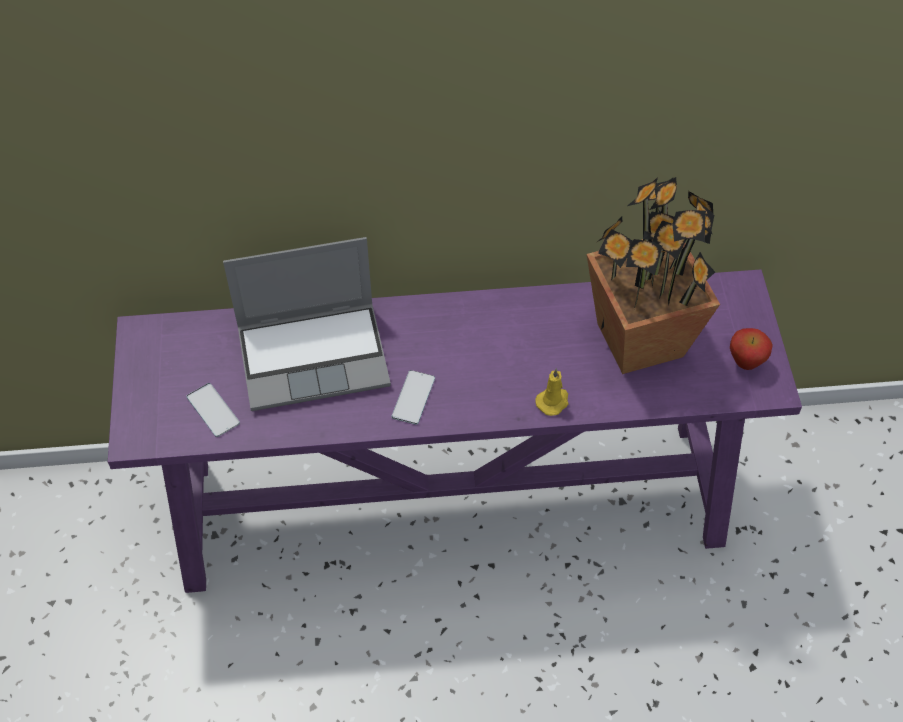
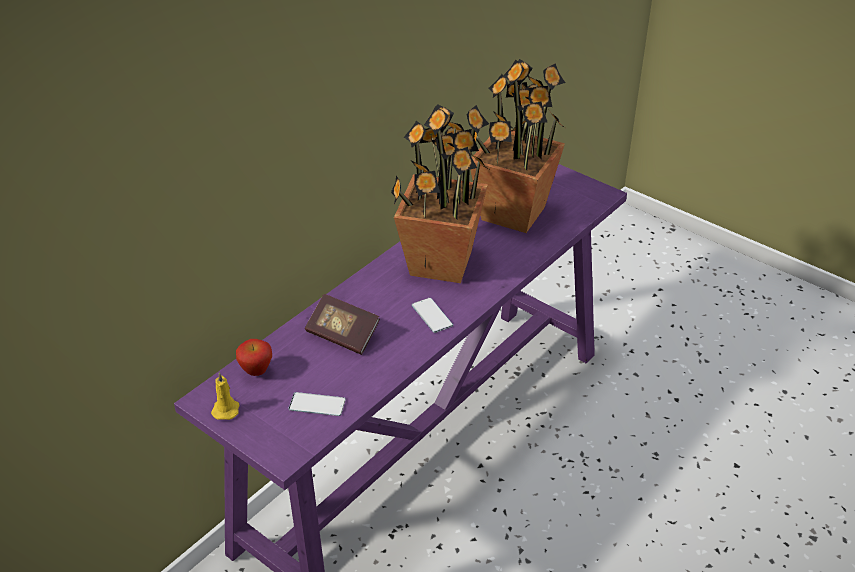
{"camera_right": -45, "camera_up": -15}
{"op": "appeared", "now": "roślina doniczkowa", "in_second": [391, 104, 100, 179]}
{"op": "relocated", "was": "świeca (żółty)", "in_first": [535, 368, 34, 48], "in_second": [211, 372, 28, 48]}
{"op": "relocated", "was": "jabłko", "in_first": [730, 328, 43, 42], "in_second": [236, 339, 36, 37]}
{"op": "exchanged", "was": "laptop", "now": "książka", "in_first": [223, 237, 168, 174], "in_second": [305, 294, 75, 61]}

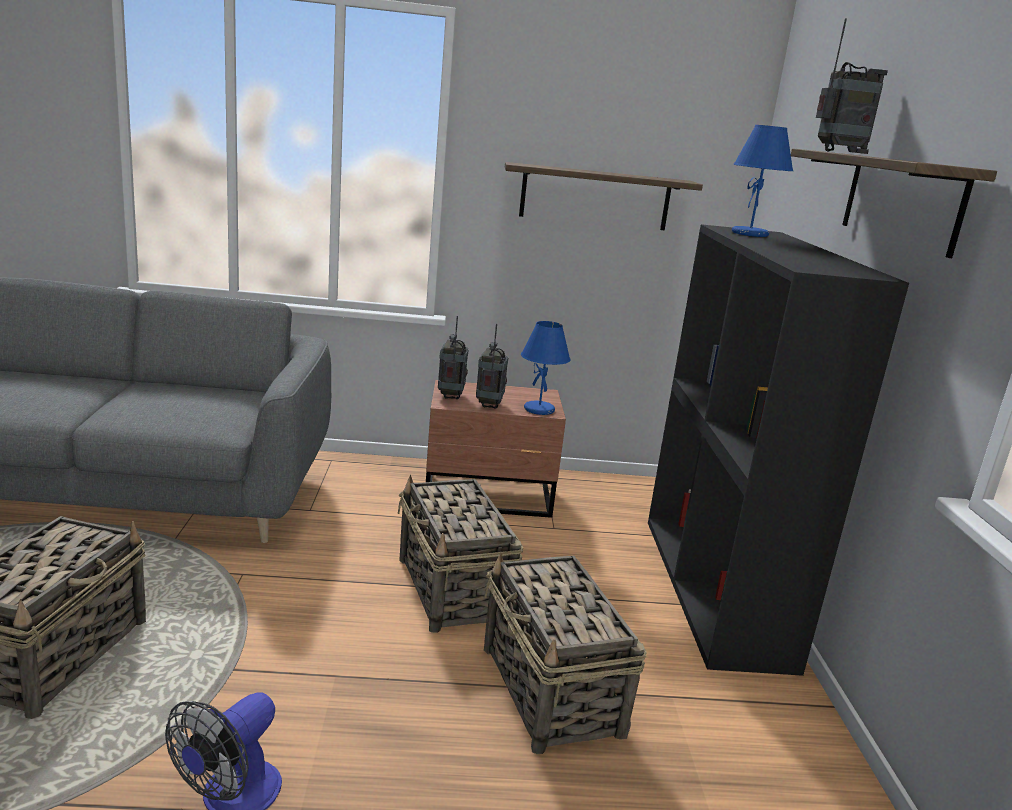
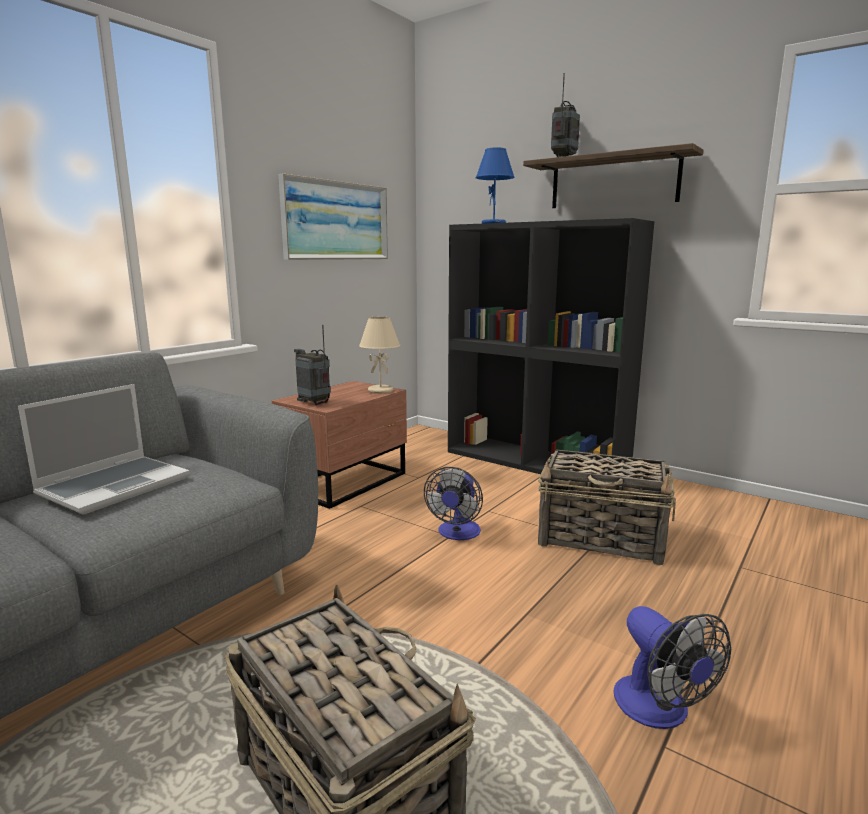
{"camera_right": -50, "camera_up": -5}
{"op": "missing", "was": "radio", "in_first": [476, 324, 32, 85]}
{"op": "appeared", "now": "laptop", "in_second": [18, 384, 172, 131]}
{"op": "exchanged", "was": "koszyk", "now": "wentylator", "in_first": [398, 475, 125, 158], "in_second": [424, 467, 59, 73]}
{"op": "exchanged", "was": "półka", "now": "obraz", "in_first": [505, 162, 198, 69], "in_second": [278, 174, 110, 86]}
{"op": "colour", "was": "lampa stołowa (niebieski)", "now": "lampa stołowa (beżowy)", "in_first": [521, 321, 49, 94], "in_second": [359, 317, 41, 77]}

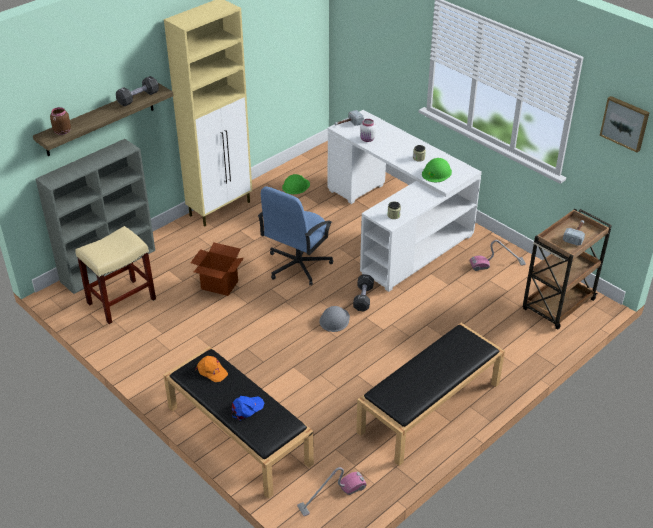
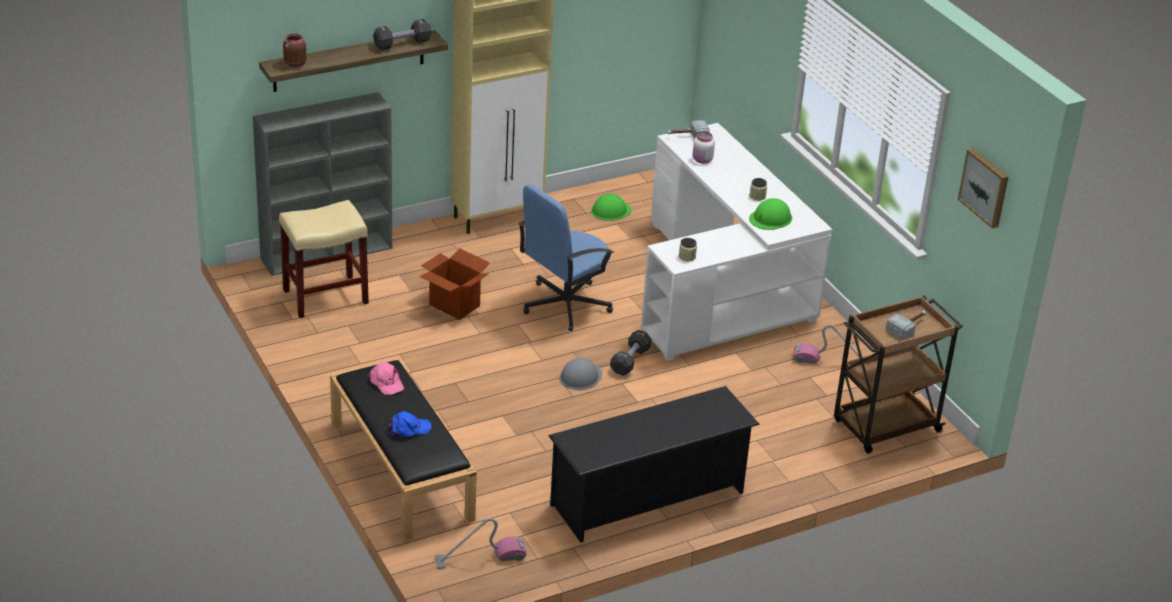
{"camera_right": 15, "camera_up": -5}
{"op": "exchanged", "was": "ławka (czarny)", "now": "regał na buty (czarny)", "in_first": [356, 323, 149, 143], "in_second": [549, 386, 211, 157]}
{"op": "colour", "was": "czapka z daszkiem (pomarańczowy)", "now": "czapka z daszkiem (różowy)", "in_first": [195, 356, 33, 26], "in_second": [368, 362, 36, 33]}

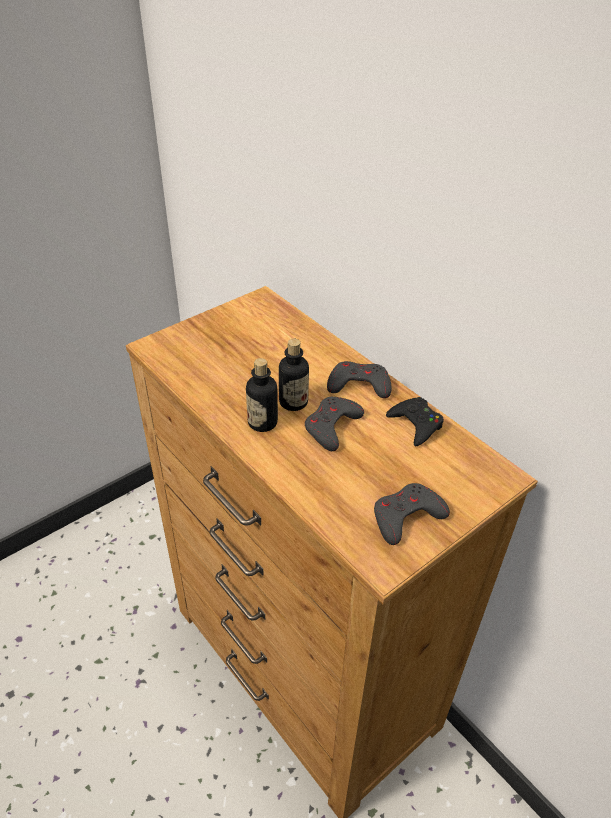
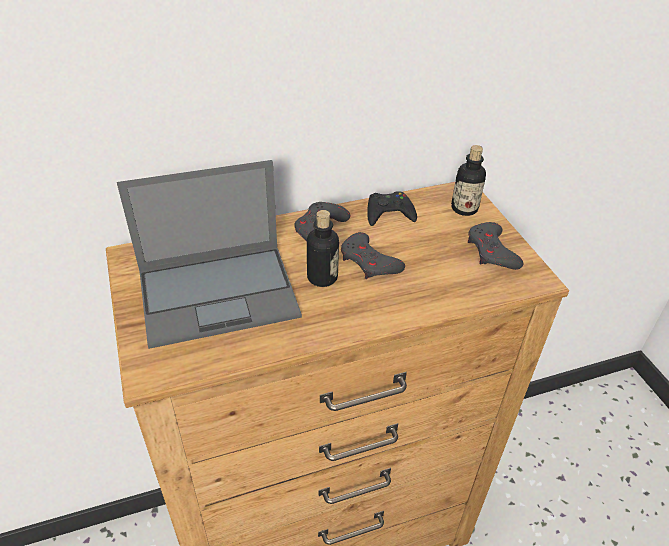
{"camera_right": -70, "camera_up": 0}
{"op": "appeared", "now": "laptop", "in_second": [117, 160, 185, 189]}
{"op": "relocated", "was": "butelka", "in_first": [246, 358, 32, 74], "in_second": [451, 145, 35, 71]}

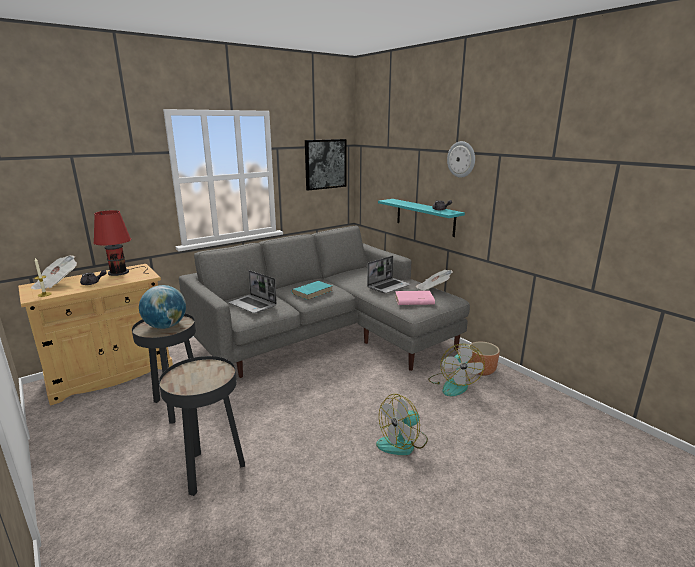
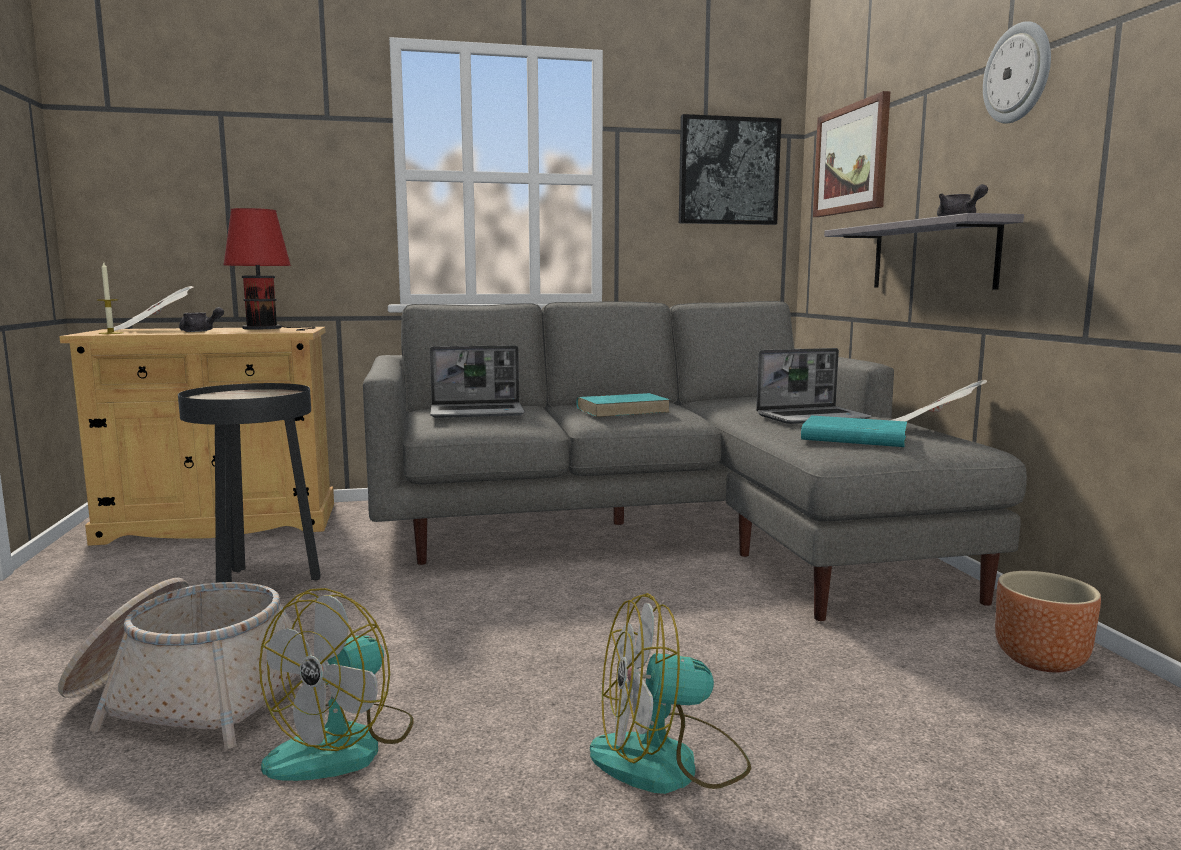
{"camera_right": 25, "camera_up": -10}
{"op": "missing", "was": "globus", "in_first": [139, 285, 47, 44]}
{"op": "appeared", "now": "obraz", "in_second": [813, 91, 77, 126]}
{"op": "relocated", "was": "wentylator", "in_first": [428, 344, 57, 52], "in_second": [259, 588, 155, 193]}
{"op": "exchanged", "was": "stolik (czarny)", "now": "koszyk", "in_first": [159, 356, 86, 140], "in_second": [58, 578, 241, 171]}
{"op": "colour", "was": "półka (turkusowy)", "now": "półka (szary)", "in_first": [378, 199, 87, 38], "in_second": [824, 213, 200, 76]}
{"op": "colour", "was": "książka (różowy)", "now": "książka (turkusowy)", "in_first": [395, 291, 40, 14], "in_second": [801, 415, 106, 32]}
{"op": "spun", "was": "laptop", "in_first": [229, 270, 48, 43], "in_second": [430, 345, 95, 73], "clockwise": -75}

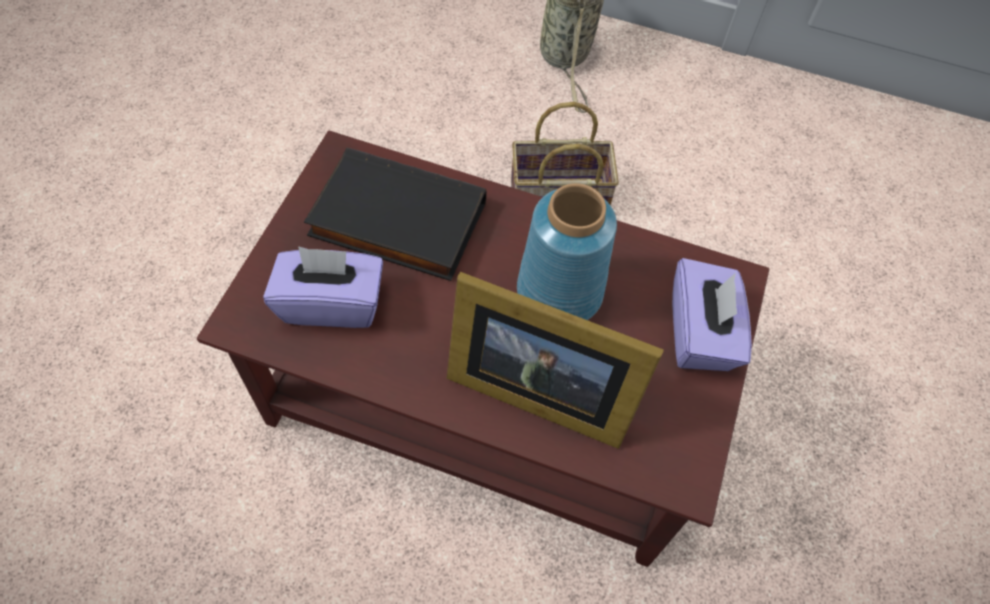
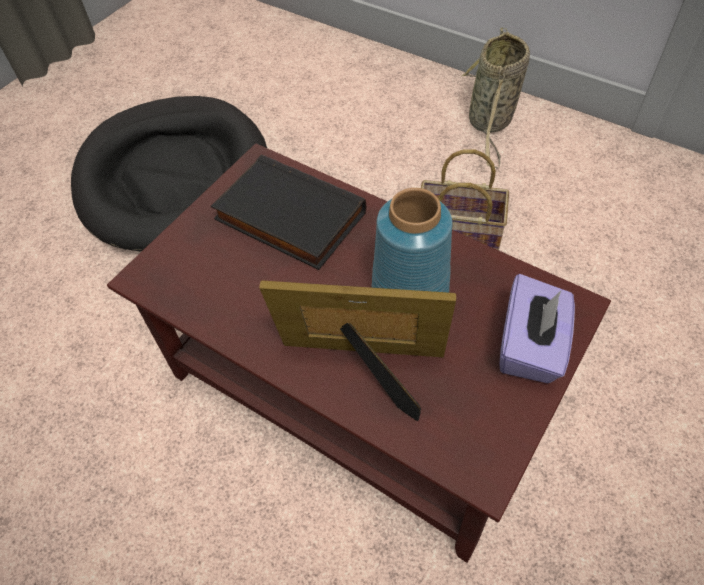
{"camera_right": 20, "camera_up": -5}
{"op": "missing", "was": "pudełko chusteczek (fioletowy)", "in_first": [263, 246, 120, 82]}
{"op": "appeared", "now": "legowisko (czarny)", "in_second": [71, 96, 196, 156]}
{"op": "spun", "was": "ramka na zdjęcie", "in_first": [447, 272, 217, 177], "in_second": [259, 281, 197, 140], "clockwise": 150}

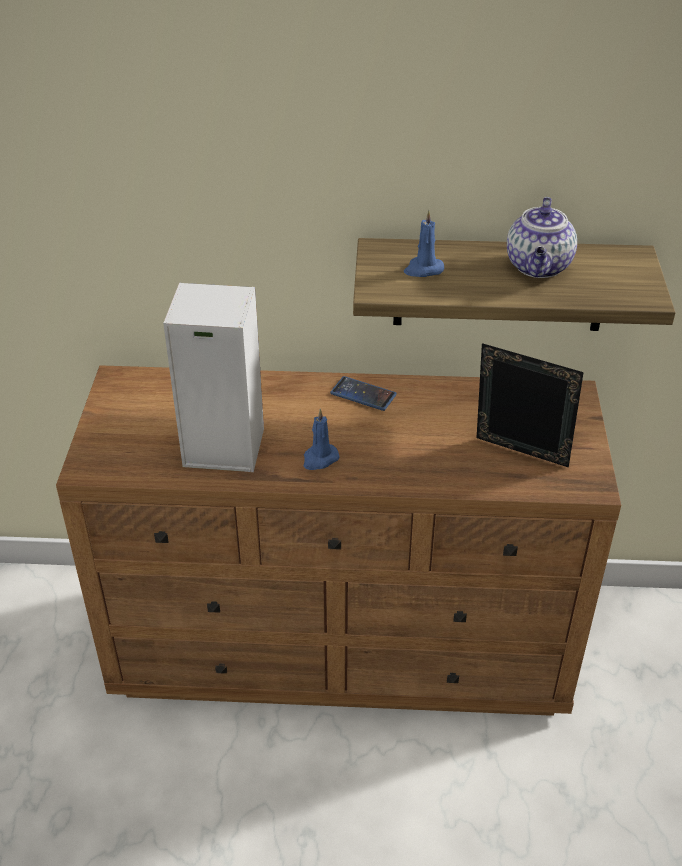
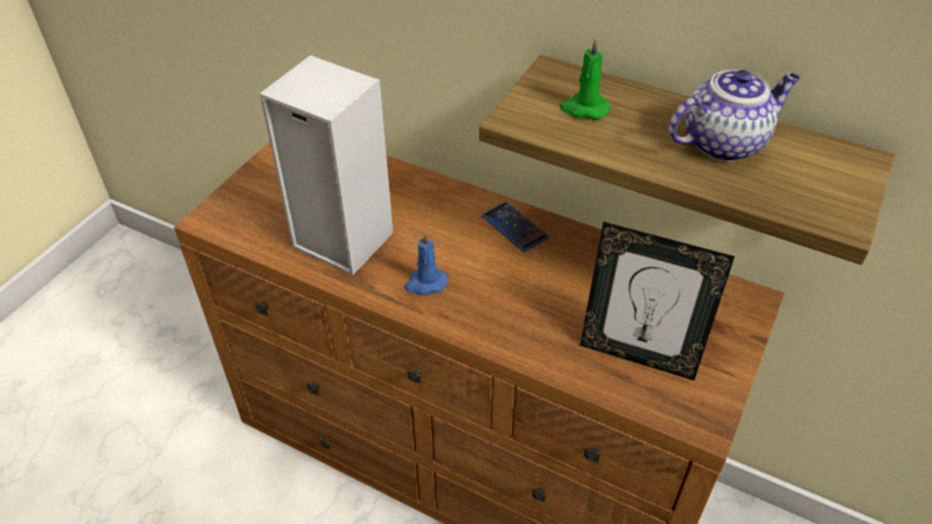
{"camera_right": 25, "camera_up": 5}
{"op": "colour", "was": "świeca (niebieski)", "now": "świeca (zielony)", "in_first": [404, 210, 40, 67], "in_second": [560, 38, 50, 81]}
{"op": "spun", "was": "ramka na zdjęcie", "in_first": [477, 343, 107, 124], "in_second": [580, 222, 155, 158], "clockwise": 150}
{"op": "spun", "was": "imbryk", "in_first": [507, 197, 70, 81], "in_second": [669, 69, 131, 93], "clockwise": -150}

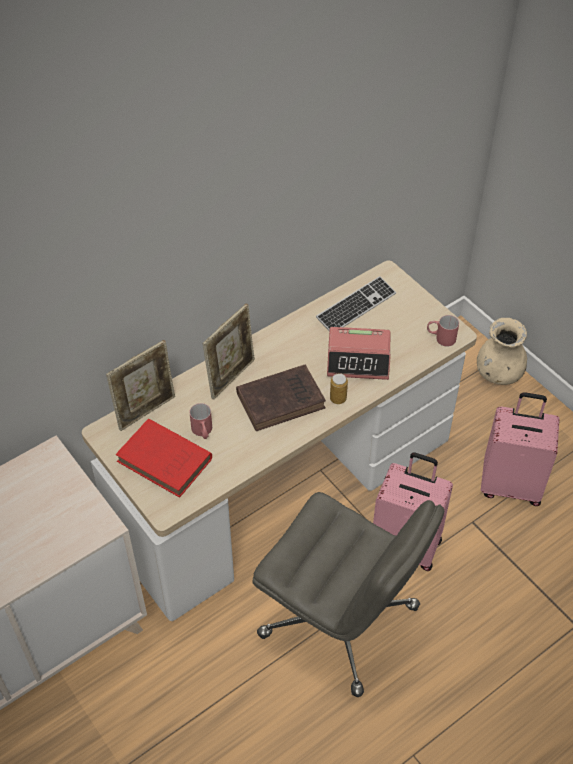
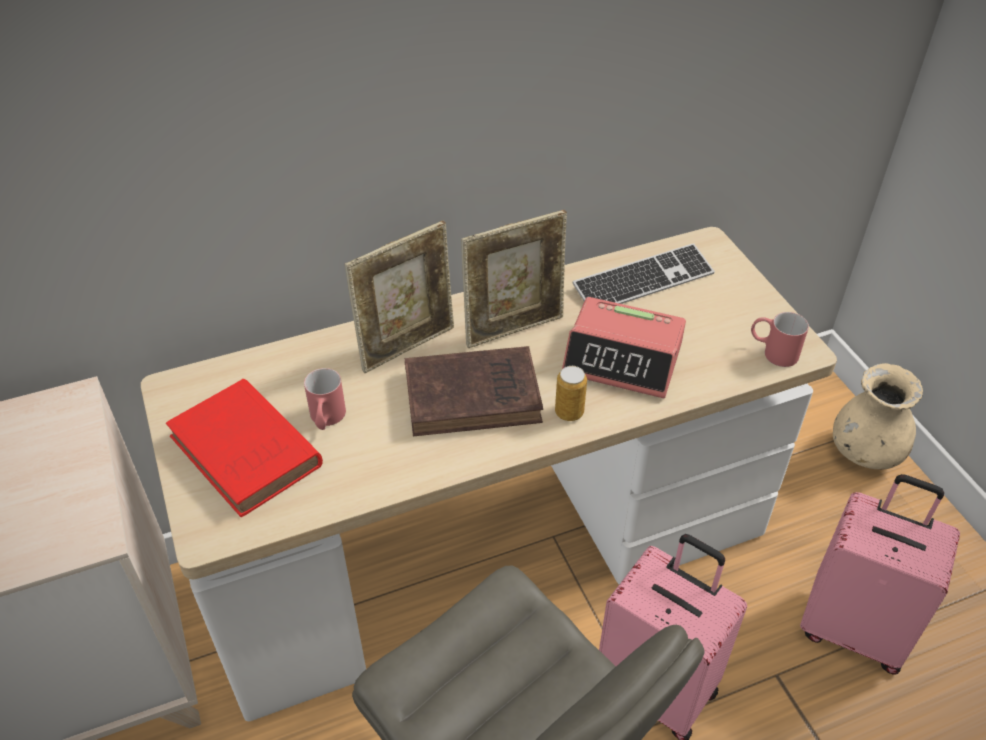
{"camera_right": 15, "camera_up": -5}
{"op": "relocated", "was": "ramka na zdjęcie", "in_first": [106, 340, 69, 91], "in_second": [461, 210, 106, 138]}

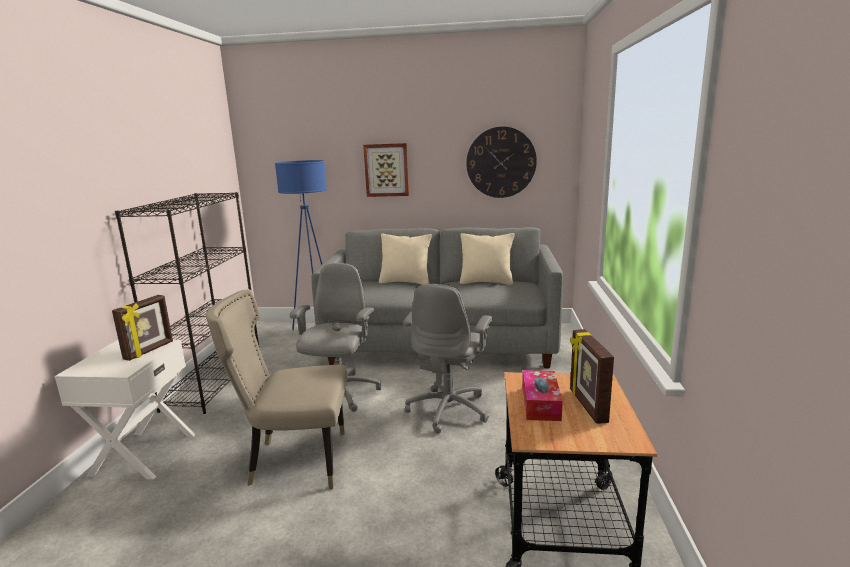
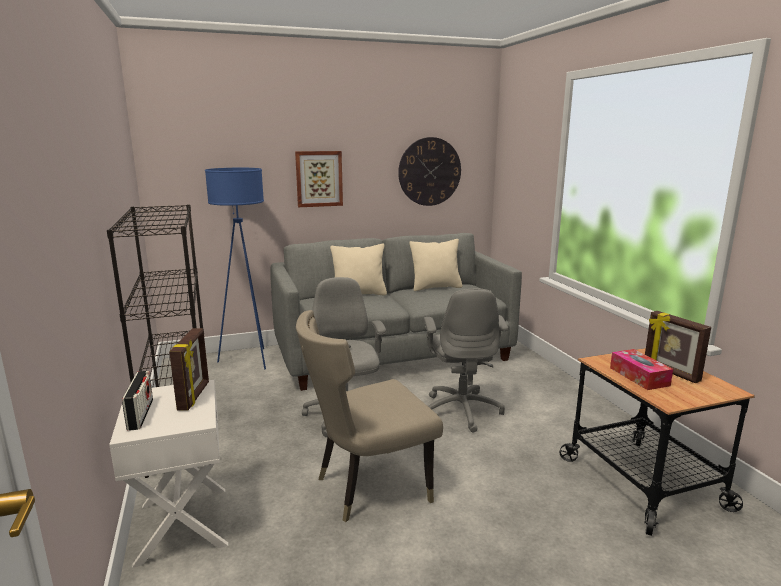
{"camera_right": -25, "camera_up": 0}
{"op": "appeared", "now": "radio", "in_second": [122, 371, 31, 60]}

